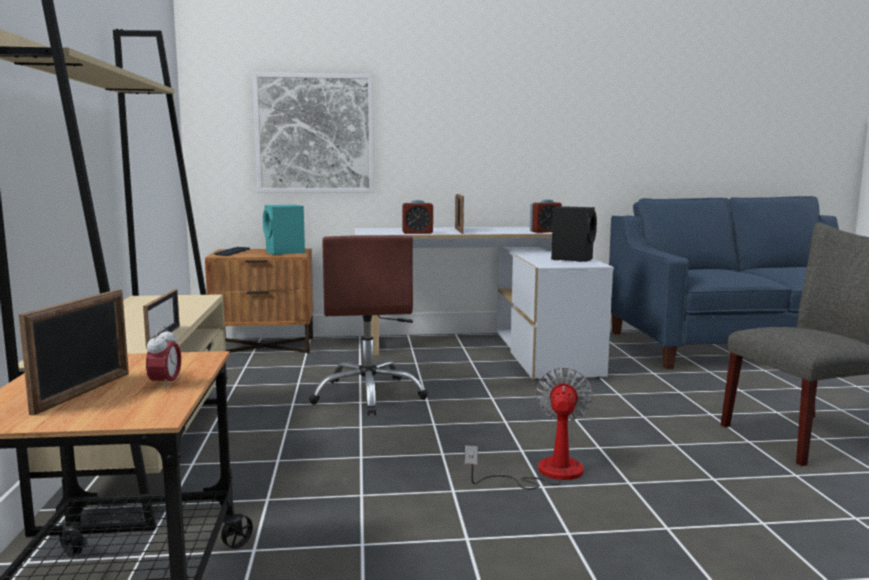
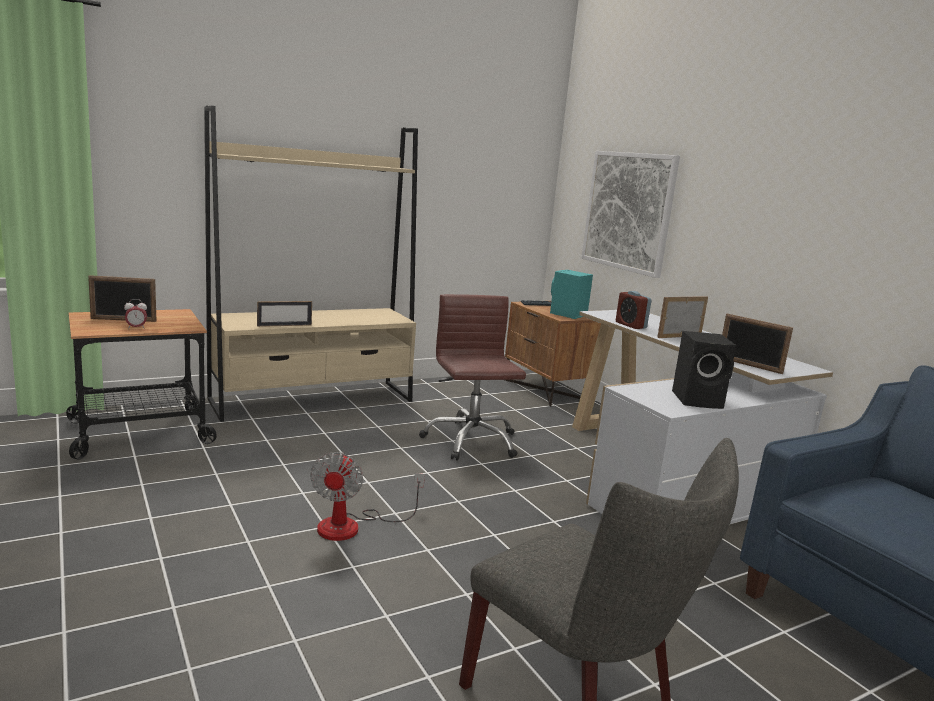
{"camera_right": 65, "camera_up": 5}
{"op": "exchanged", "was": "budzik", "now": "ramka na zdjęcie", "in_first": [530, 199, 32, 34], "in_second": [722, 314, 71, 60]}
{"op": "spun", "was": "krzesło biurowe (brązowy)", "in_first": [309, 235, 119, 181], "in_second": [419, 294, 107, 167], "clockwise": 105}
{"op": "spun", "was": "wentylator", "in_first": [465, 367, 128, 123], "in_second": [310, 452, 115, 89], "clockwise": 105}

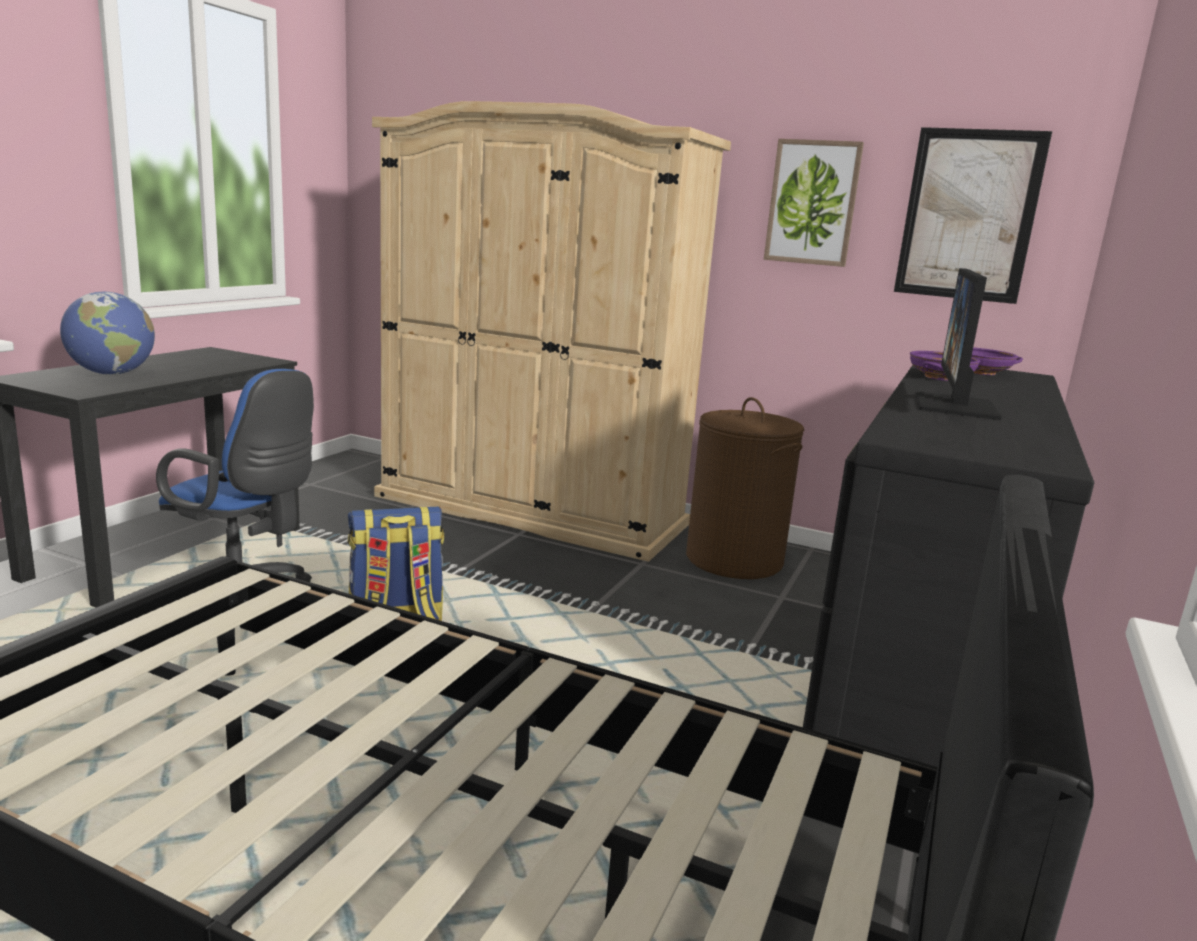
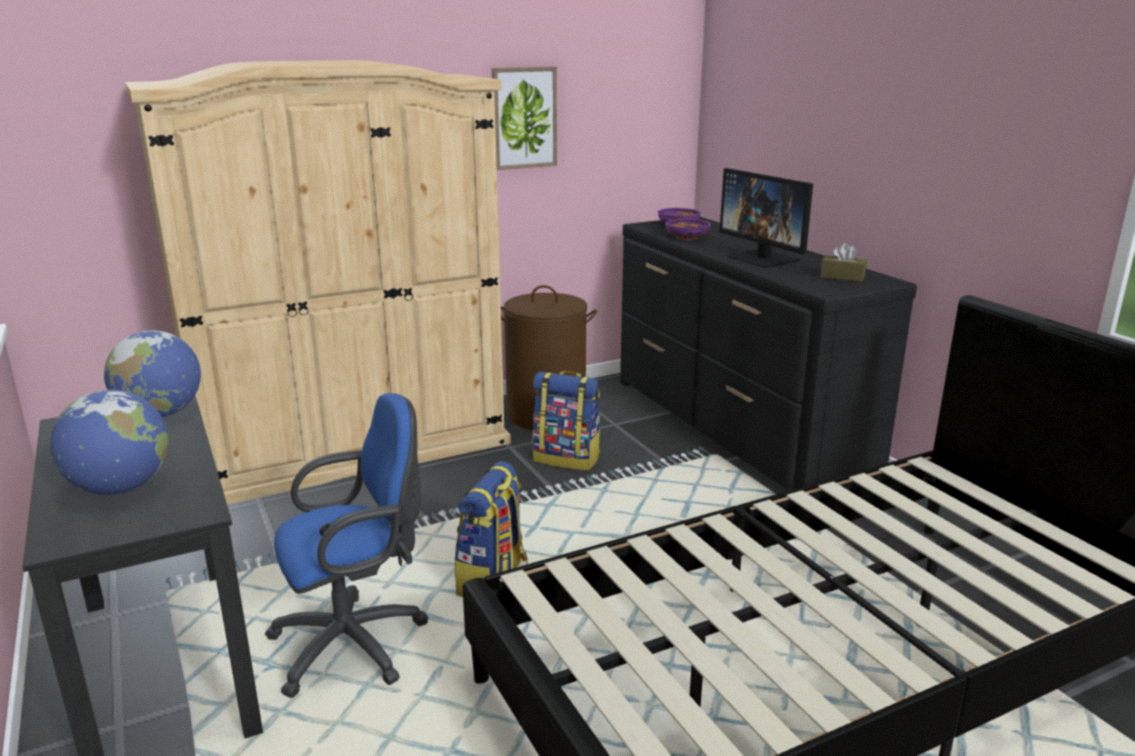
{"camera_right": -50, "camera_up": 5}
{"op": "missing", "was": "obraz", "in_first": [894, 127, 158, 177]}
{"op": "appeared", "now": "globus", "in_second": [104, 330, 97, 88]}
{"op": "appeared", "now": "plecak", "in_second": [532, 371, 68, 99]}
{"op": "appeared", "now": "pudełko chusteczek (brązowy)", "in_second": [820, 243, 47, 39]}

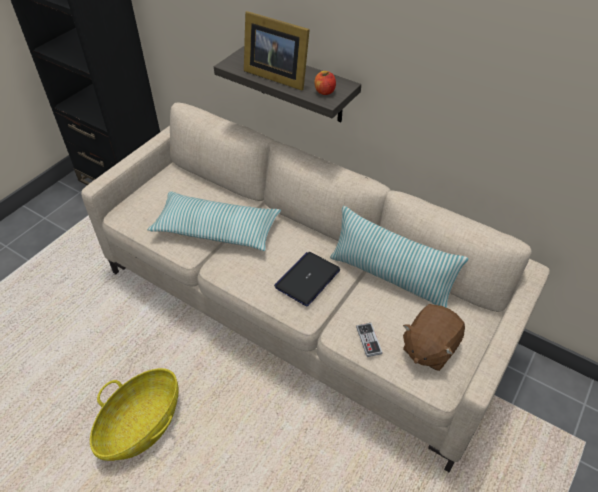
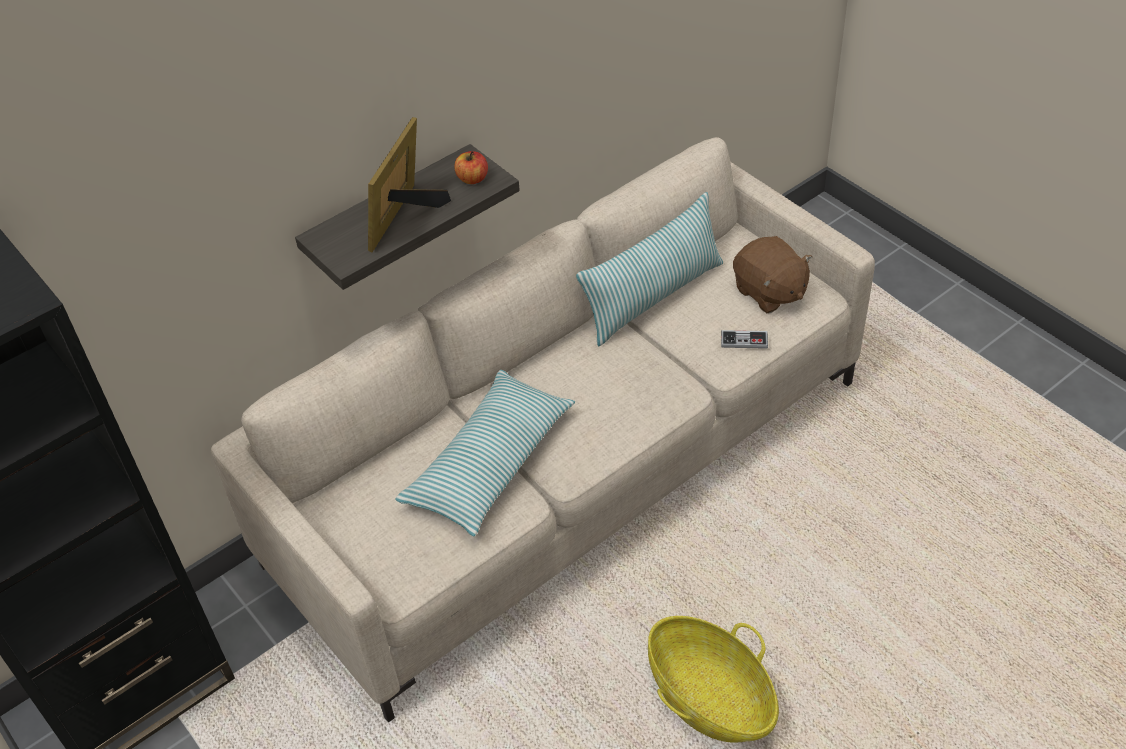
{"camera_right": -70, "camera_up": 0}
{"op": "missing", "was": "laptop", "in_first": [274, 252, 66, 54]}
{"op": "spun", "was": "ramka na zdjęcie", "in_first": [244, 11, 66, 80], "in_second": [368, 117, 83, 135], "clockwise": 150}

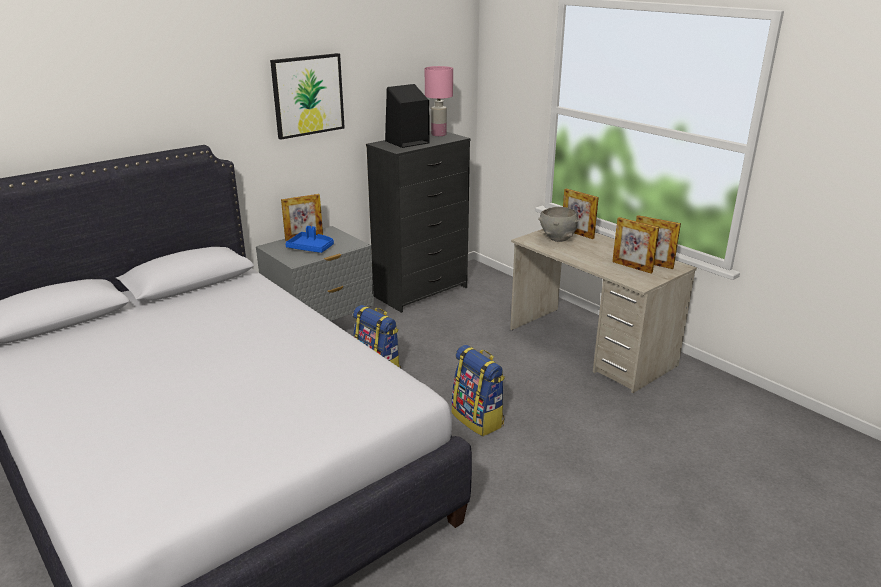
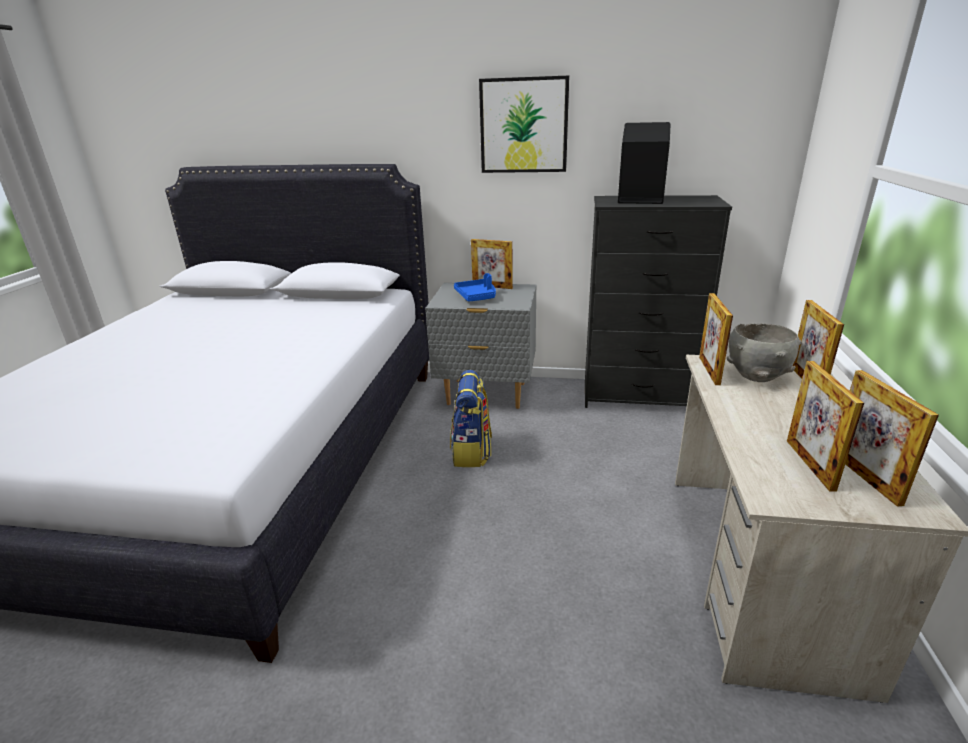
{"camera_right": 50, "camera_up": 0}
{"op": "missing", "was": "lampa stołowa (różowy)", "in_first": [425, 66, 28, 70]}
{"op": "missing", "was": "plecak", "in_first": [452, 345, 53, 91]}
{"op": "appeared", "now": "ramka na zdjęcie", "in_second": [699, 293, 34, 92]}

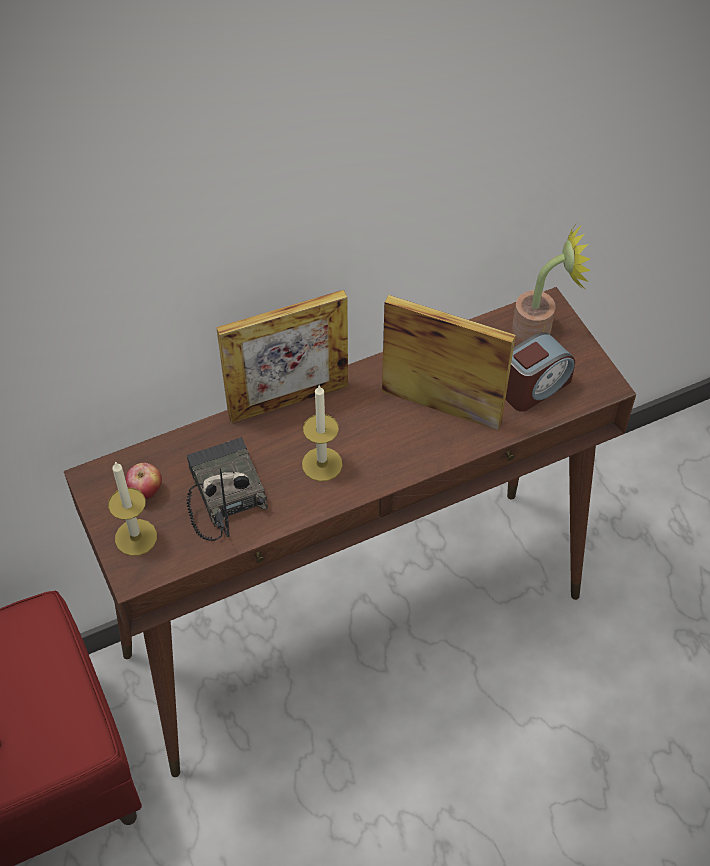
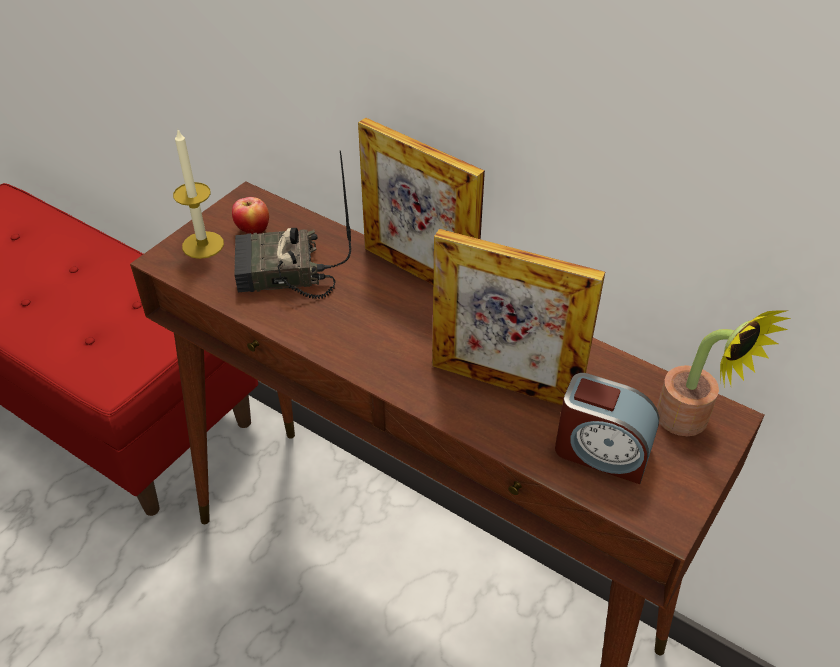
{"camera_right": 60, "camera_up": -10}
{"op": "missing", "was": "świeca", "in_first": [302, 385, 40, 96]}
{"op": "spun", "was": "radio", "in_first": [186, 437, 82, 104], "in_second": [234, 151, 117, 148], "clockwise": -135}
{"op": "spun", "was": "ramka na zdjęcie", "in_first": [382, 295, 134, 135], "in_second": [432, 229, 173, 177], "clockwise": 120}

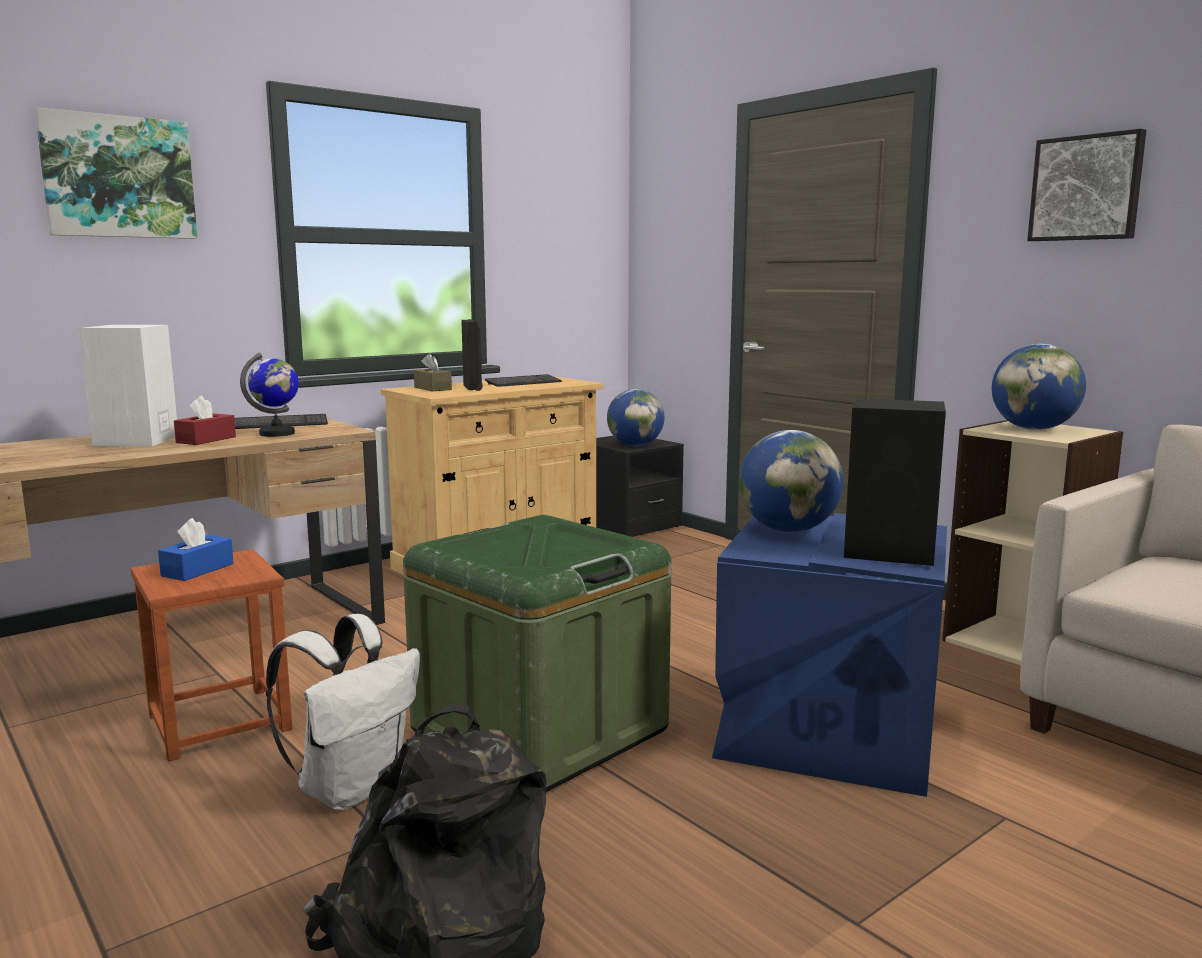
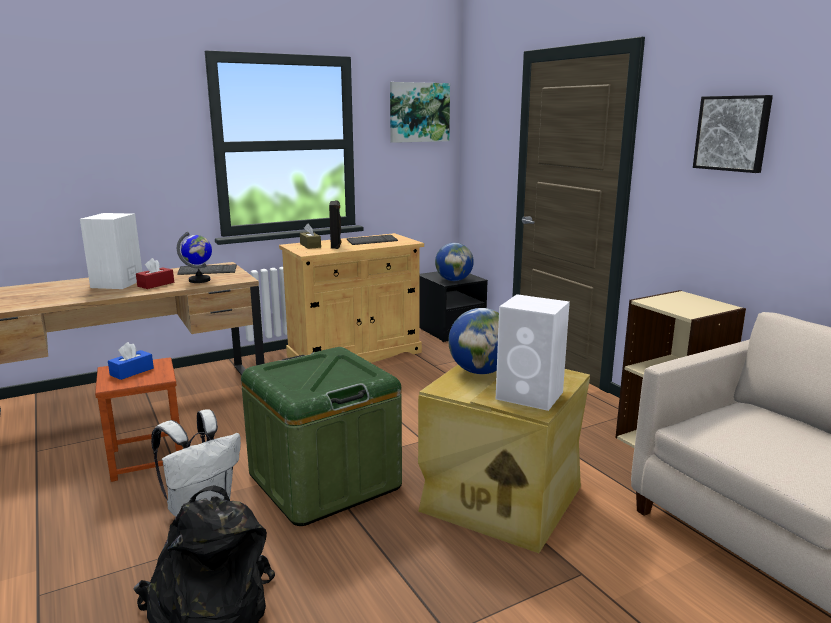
{"camera_right": 10, "camera_up": 5}
{"op": "missing", "was": "globus", "in_first": [992, 344, 94, 86]}
{"op": "relocated", "was": "obraz", "in_first": [35, 107, 162, 132], "in_second": [390, 82, 60, 61]}
{"op": "colour", "was": "pojemnik do przechowywania (niebieski)", "now": "pojemnik do przechowywania (beżowy)", "in_first": [712, 513, 235, 284], "in_second": [418, 365, 172, 188]}
{"op": "colour", "was": "głośnik (czarny)", "now": "głośnik (biały)", "in_first": [844, 398, 102, 168], "in_second": [496, 294, 74, 117]}

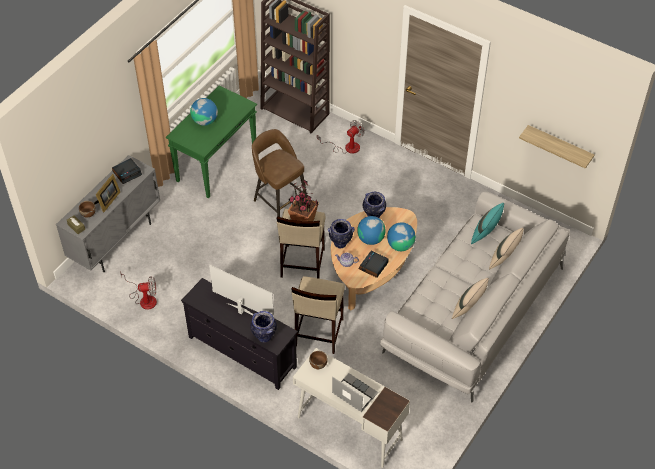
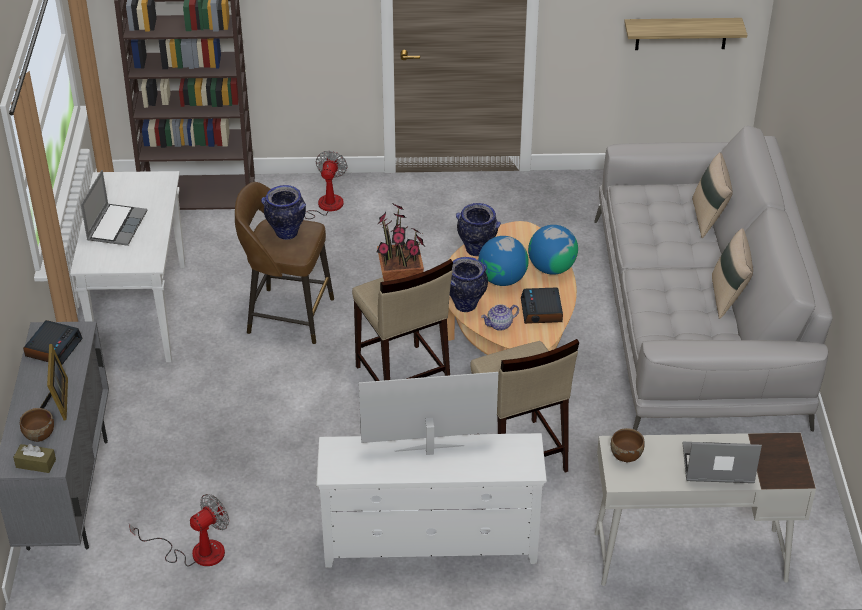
{"camera_right": -35, "camera_up": -10}
{"op": "missing", "was": "poduszka (turkusowy)", "in_first": [471, 203, 33, 41]}
{"op": "relocated", "was": "wazon", "in_first": [250, 311, 27, 31], "in_second": [261, 185, 45, 55]}
{"op": "exchanged", "was": "globus", "now": "laptop", "in_first": [190, 98, 28, 28], "in_second": [81, 170, 66, 76]}
{"op": "colour", "was": "stolik konsolowy (zielony)", "now": "stolik konsolowy (biały)", "in_first": [166, 85, 91, 113], "in_second": [70, 171, 115, 191]}
{"op": "colour", "was": "szafka pod telewizor (czarny)", "now": "szafka pod telewizor (biały)", "in_first": [181, 278, 117, 112], "in_second": [316, 433, 231, 135]}

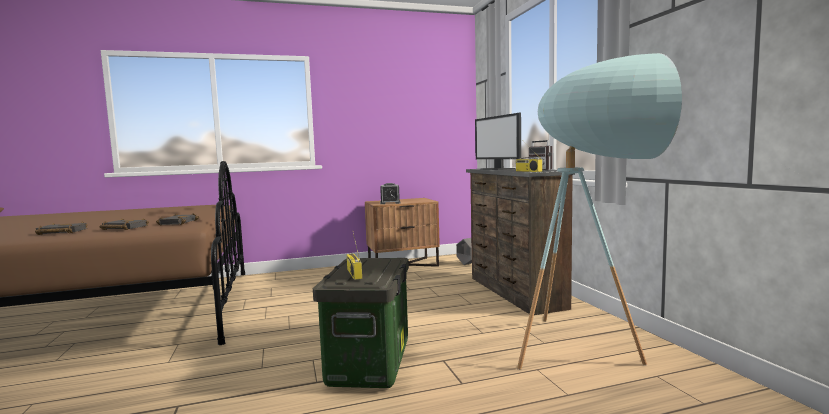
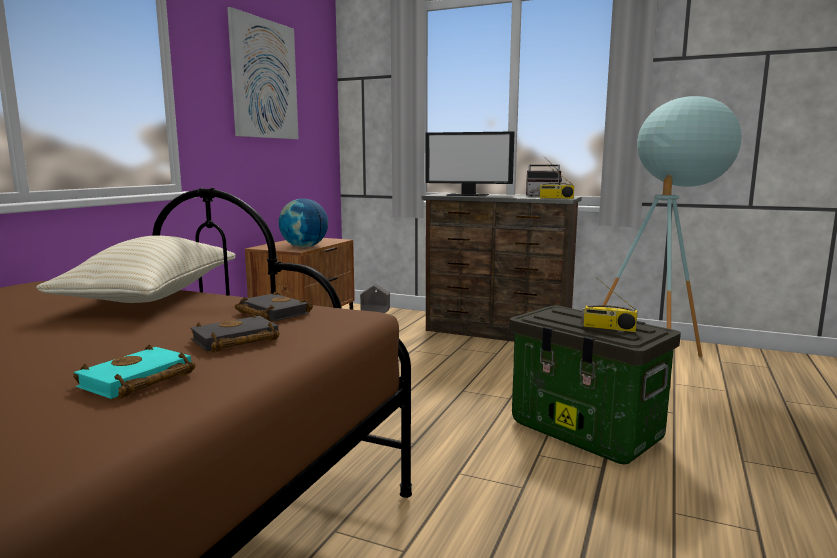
{"camera_right": -50, "camera_up": 5}
{"op": "appeared", "now": "poduszka (beżowy)", "in_second": [36, 236, 200, 67]}
{"op": "appeared", "now": "obraz", "in_second": [227, 7, 72, 132]}
{"op": "exchanged", "was": "budzik", "now": "globus", "in_first": [380, 183, 21, 21], "in_second": [279, 198, 49, 50]}
{"op": "colour", "was": "książka (czarny)", "now": "książka (turkusowy)", "in_first": [35, 222, 53, 13], "in_second": [73, 345, 122, 54]}

